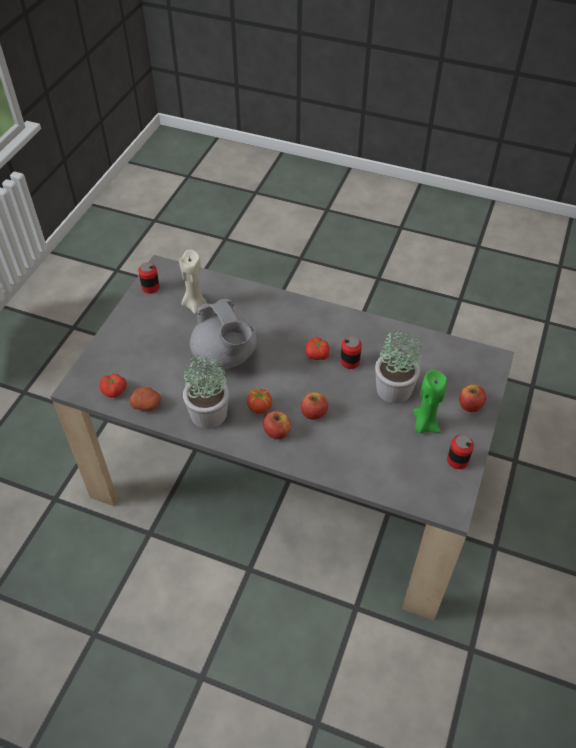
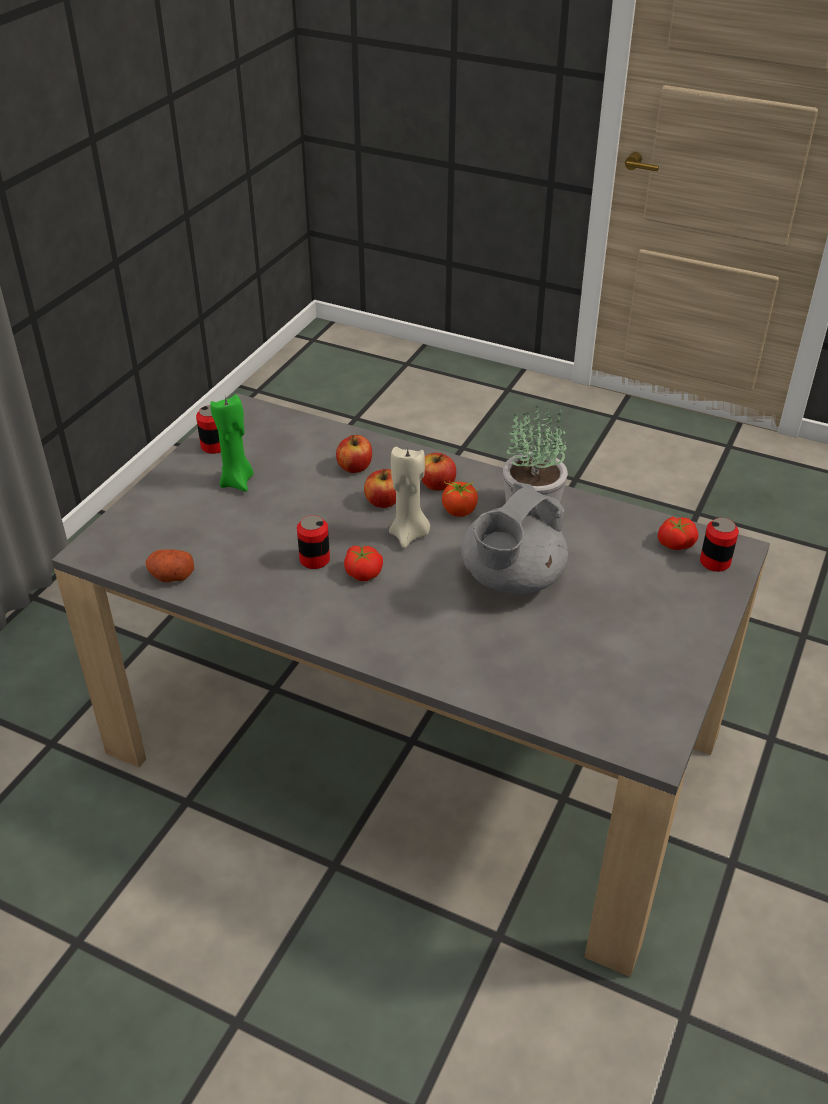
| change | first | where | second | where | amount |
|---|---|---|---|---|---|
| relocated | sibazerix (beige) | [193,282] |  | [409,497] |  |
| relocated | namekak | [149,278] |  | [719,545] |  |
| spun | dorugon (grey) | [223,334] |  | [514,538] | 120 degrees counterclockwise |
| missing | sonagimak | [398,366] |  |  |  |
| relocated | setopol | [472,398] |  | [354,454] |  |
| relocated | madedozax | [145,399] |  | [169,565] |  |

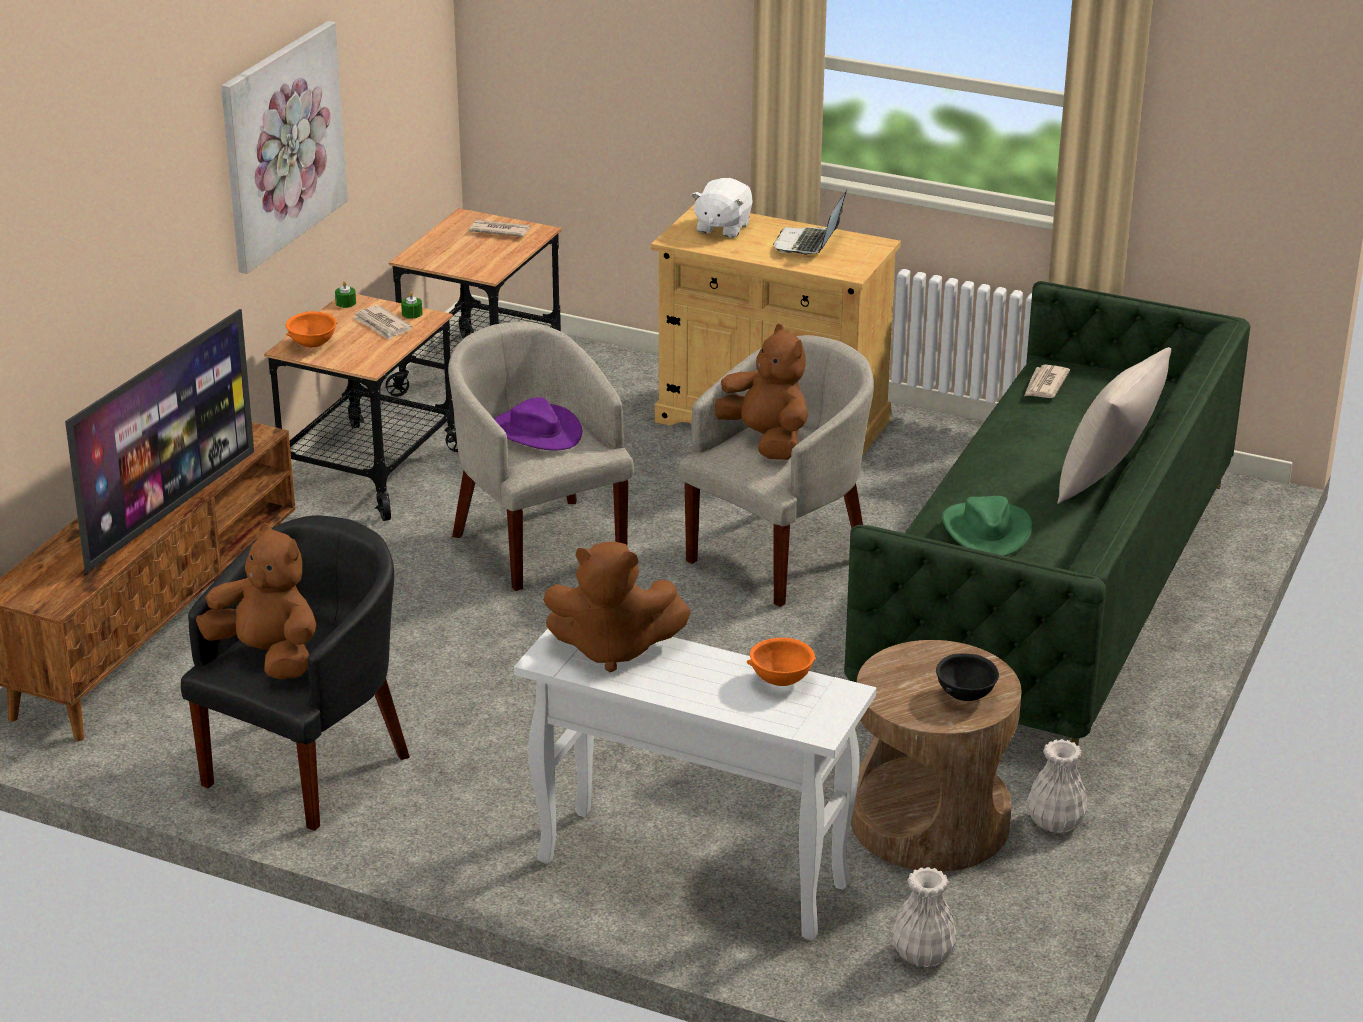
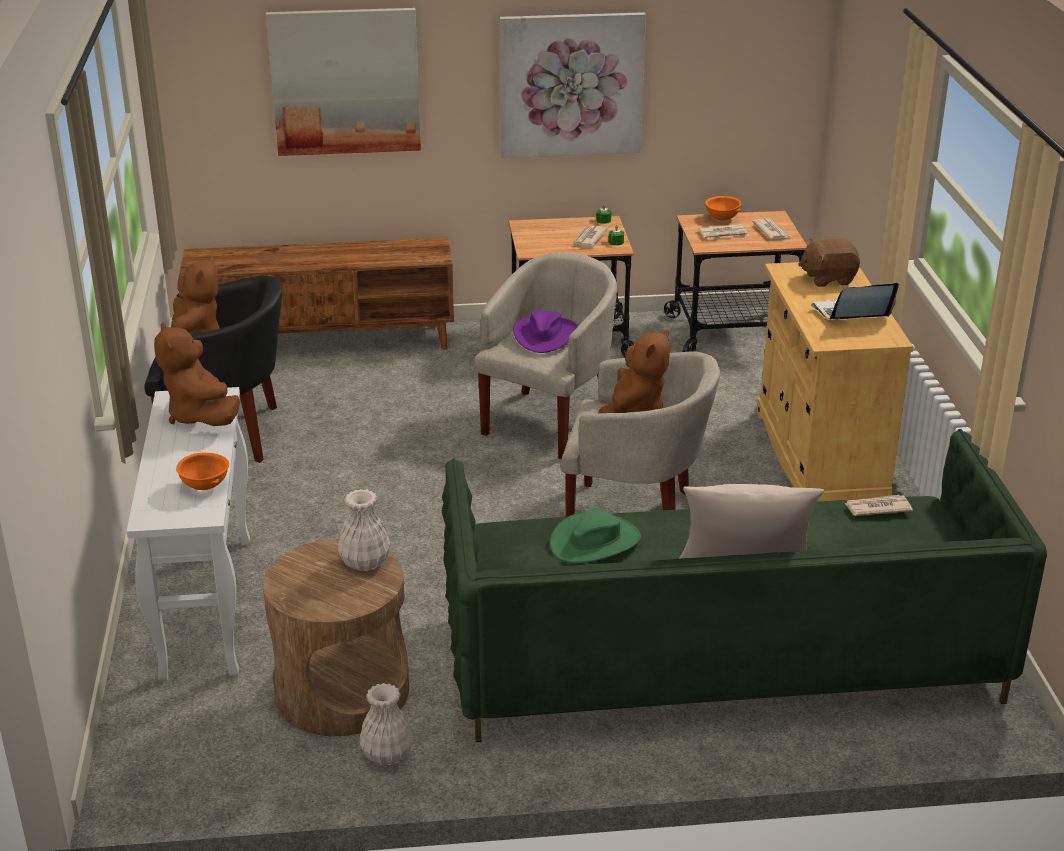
| change | first | where | second | where | amount |
|---|---|---|---|---|---|
| colour | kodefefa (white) | [722,208] | kodefefa (brown) | [829,263] |  |
| missing | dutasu | [159,441] |  |  |  |
| relocated | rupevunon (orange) | [312,329] |  | [723,208] |  |
| missing | rupevunon (black) | [967,677] |  |  |  |
| relocated | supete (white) | [924,917] |  | [364,530] |  |
| appeared |  |  | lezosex | [343,82] |  |
| appeared |  |  | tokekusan | [723,231] |  |

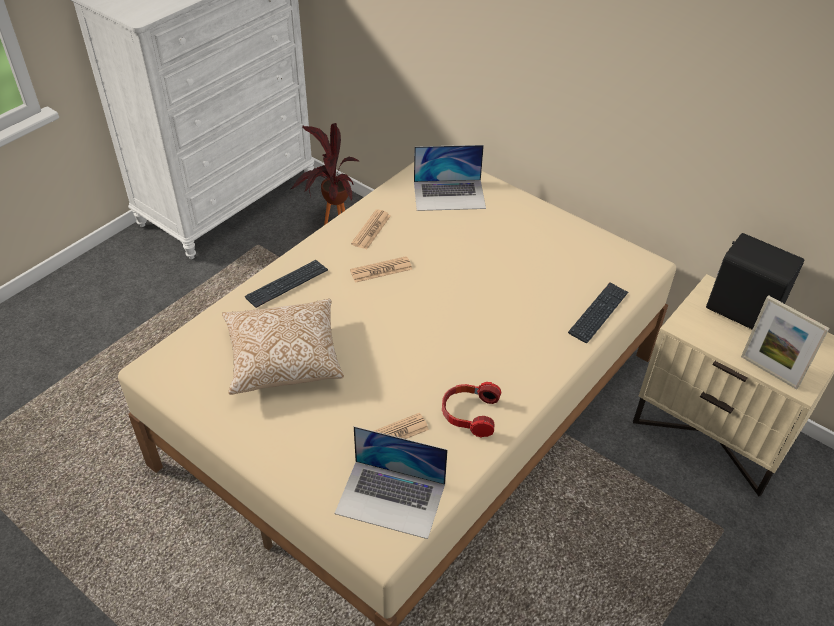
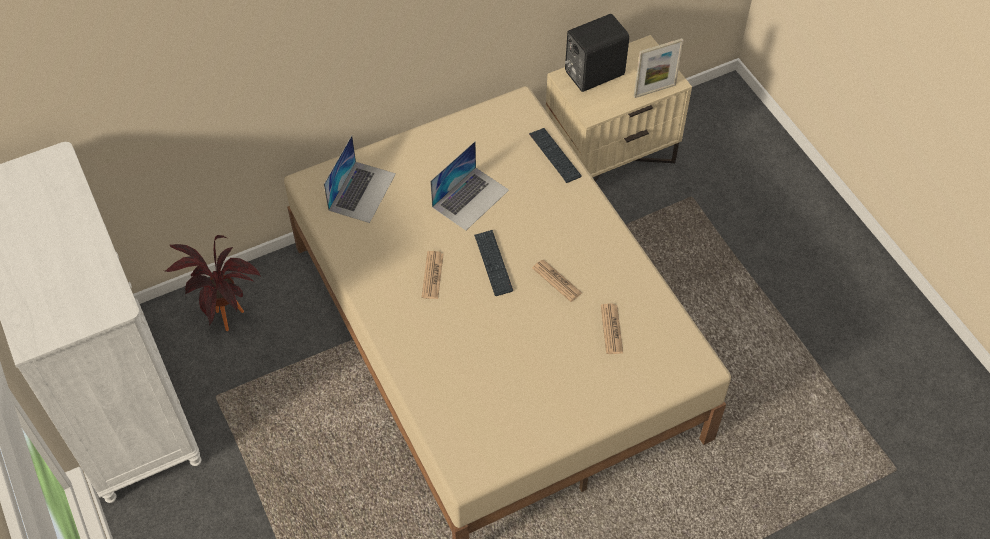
| change | first | where | second | where | amount |
|---|---|---|---|---|---|
| relocated | tokekusan | [371,229] |  | [557,281] |  |
| relocated | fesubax | [286,284] |  | [493,263] |  |
| missing | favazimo | [283,347] |  |  |  |
| missing | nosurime | [471,410] |  |  |  |
| relocated | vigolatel | [391,482] |  | [469,185] |  |

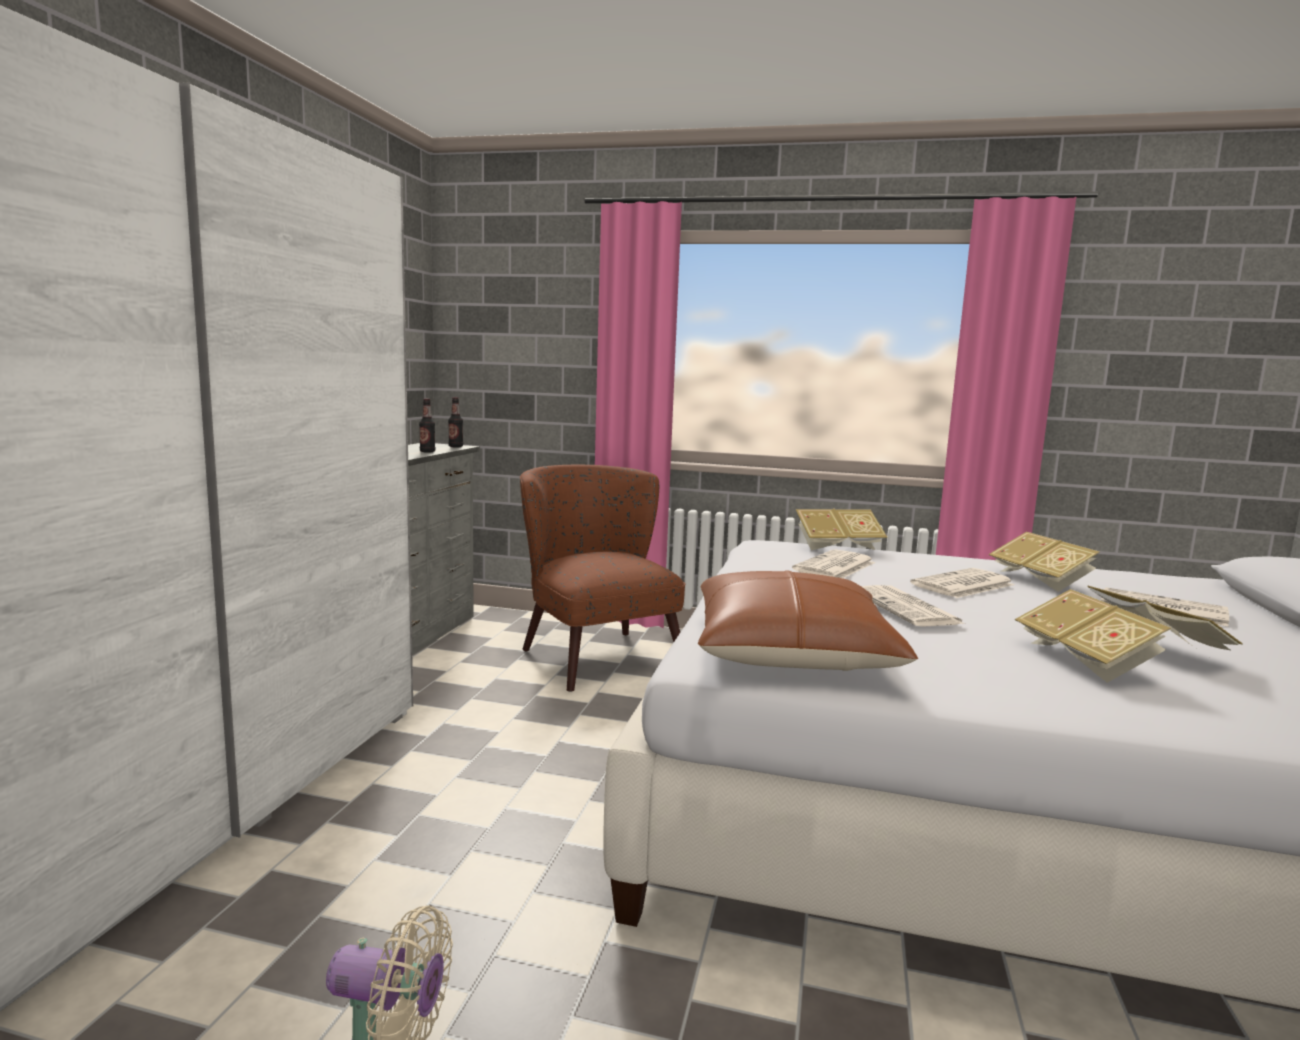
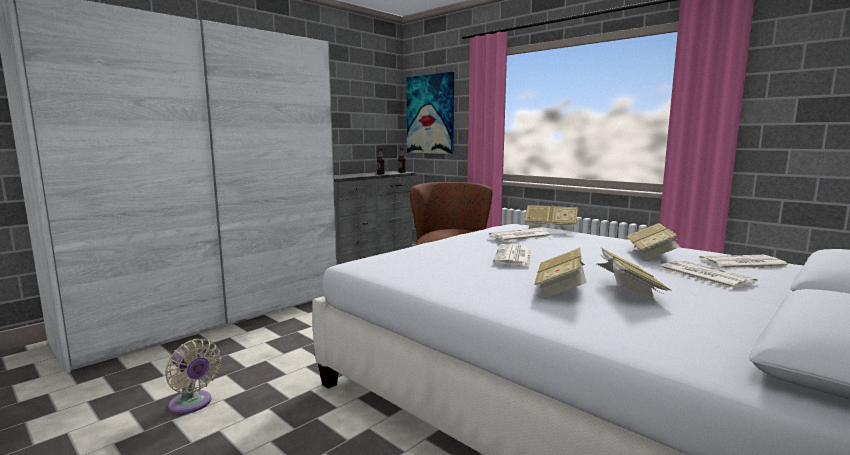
| change | first | where | second | where | amount |
|---|---|---|---|---|---|
| relocated | tokekusan | [962,583] |  | [744,262] |  |
| missing | favazimo (brown) | [808,620] |  |  |  |
| appeared |  |  | lezosex | [430,113] |  |

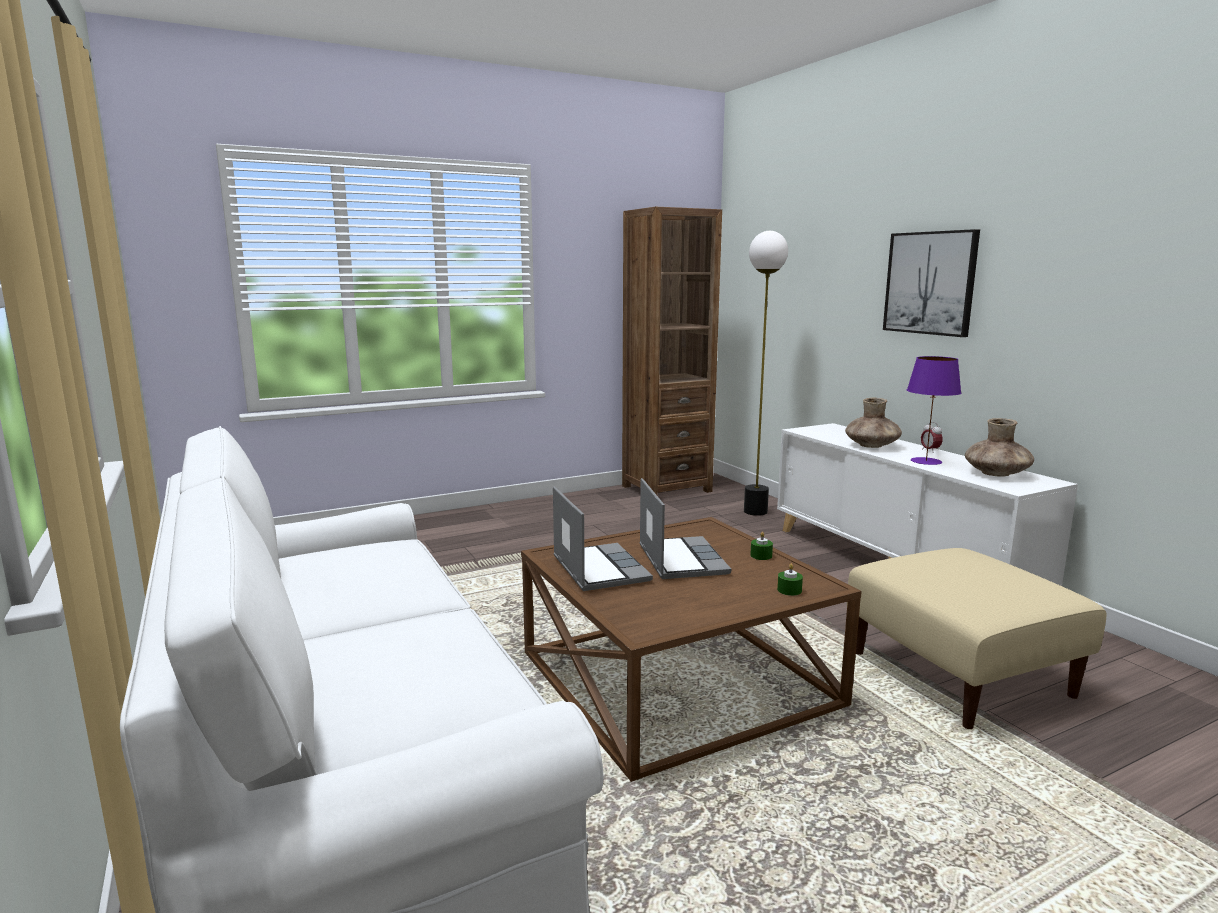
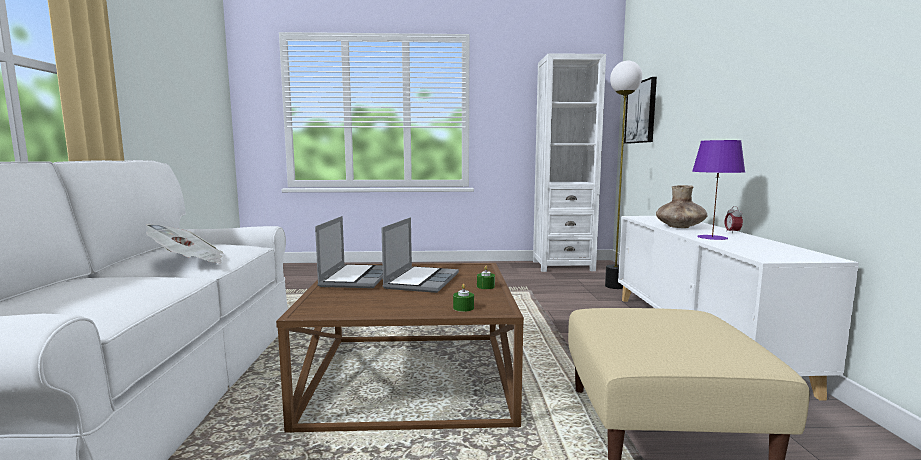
| change | first | where | second | where | amount |
|---|---|---|---|---|---|
| colour | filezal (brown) | [672,351] | filezal (white) | [569,162] |  |
| relocated | lezosex | [931,283] |  | [640,110] |  |
| missing | supete (brown) | [999,447] |  |  |  |
| appeared |  |  | tokekusan | [184,243] |  |

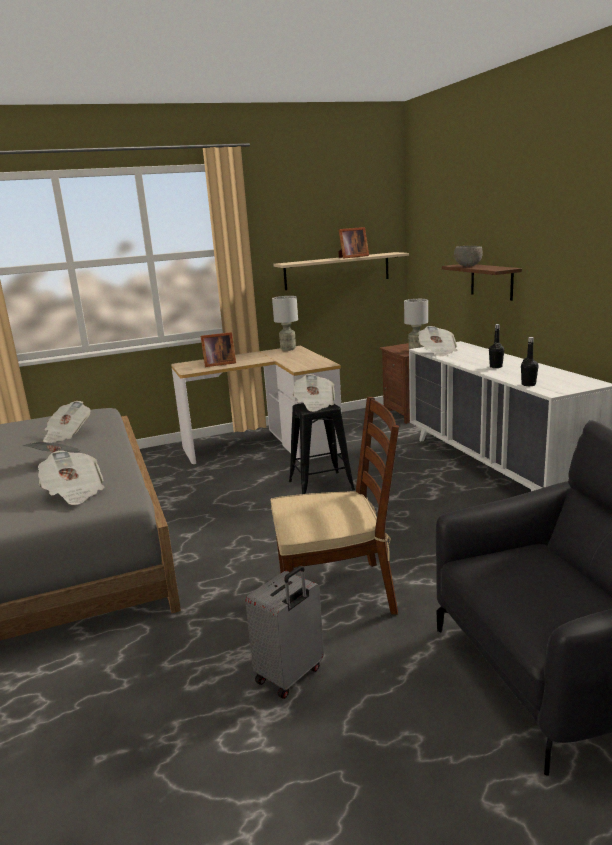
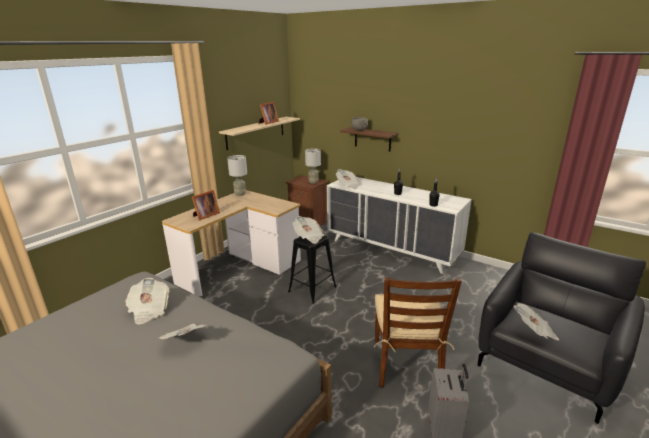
| change | first | where | second | where | amount |
|---|---|---|---|---|---|
| spun | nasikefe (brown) | [334,506] |  | [418,332] | 135 degrees clockwise |
| relocated | tokekusan | [71,477] |  | [536,322] |  |

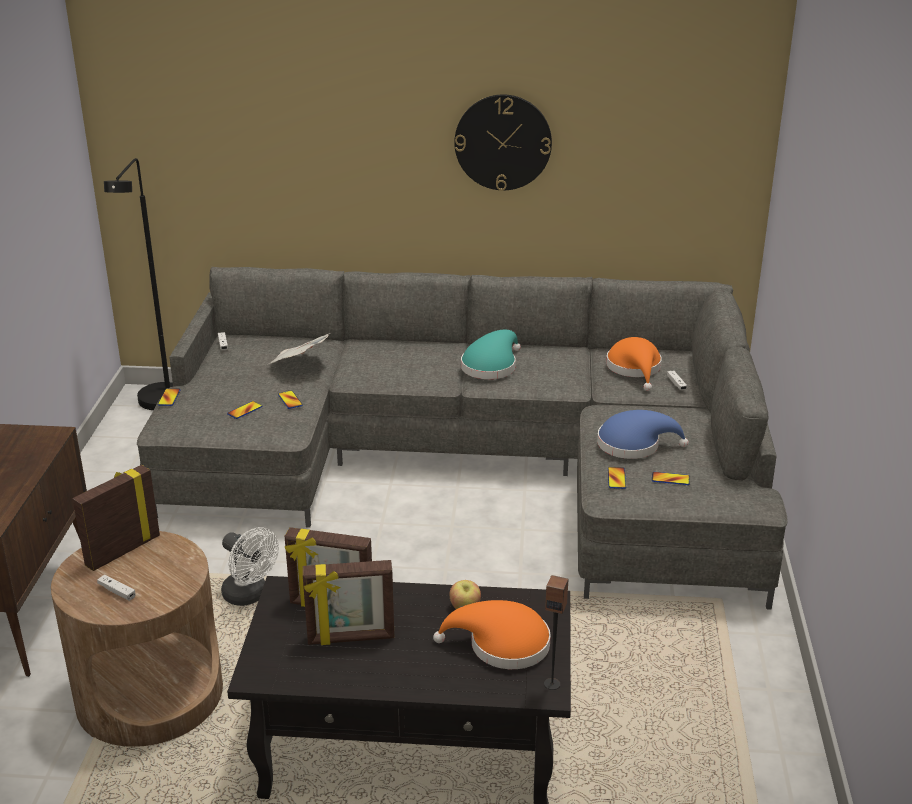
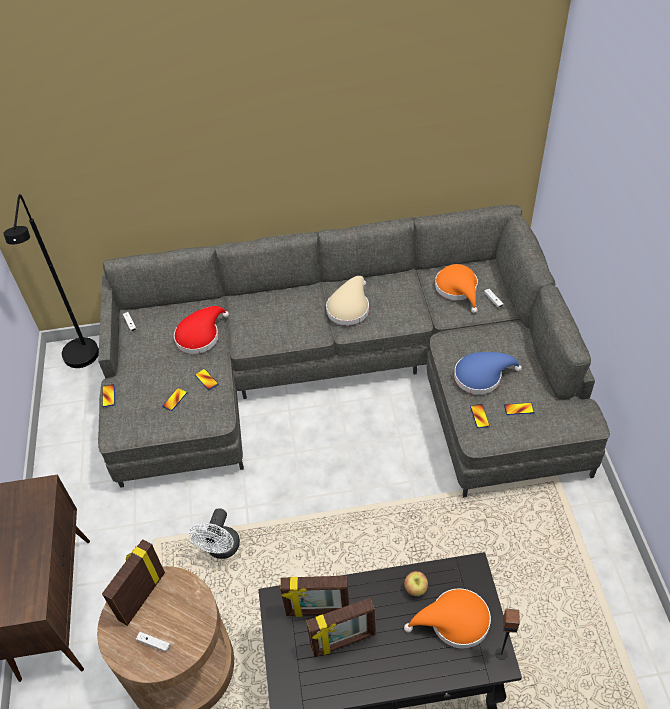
| change | first | where | second | where | amount |
|---|---|---|---|---|---|
| missing | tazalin | [503,142] |  |  |  |
| colour | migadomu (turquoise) | [491,354] | migadomu (beige) | [347,301] |  |
| exchanged | tokekusan | [299,348] | migadomu (red) | [201,330] |  |
| spun | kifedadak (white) | [250,566] |  | [214,533] | 75 degrees clockwise |

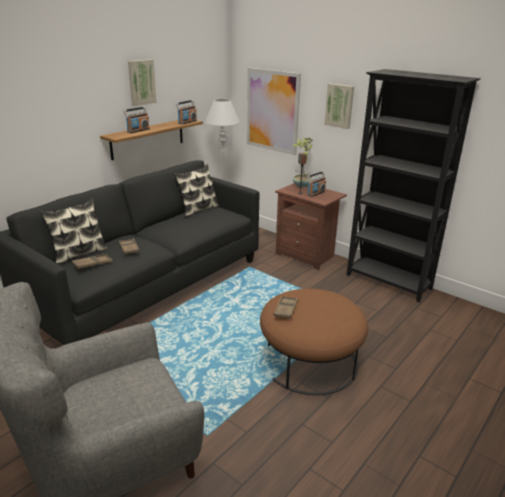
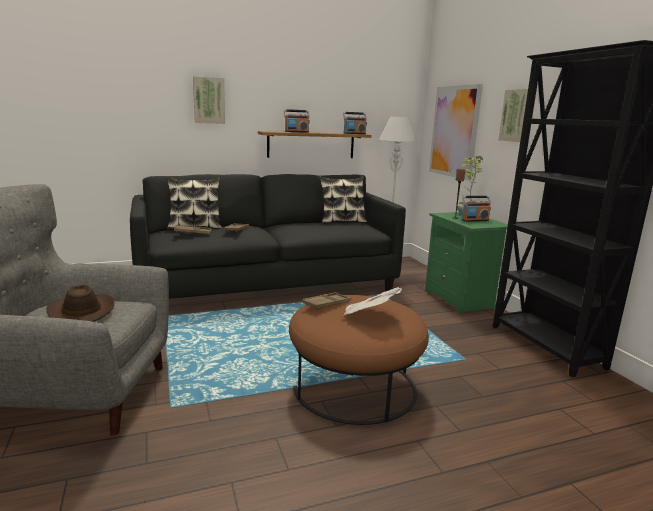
| change | first | where | second | where | amount |
|---|---|---|---|---|---|
| relocated | lezosex | [142,82] |  | [209,100] |  |
| colour | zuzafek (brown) | [311,226] | zuzafek (green) | [466,263] |  |
| appeared |  |  | migadomu (brown) | [80,303] |  |
| appeared |  |  | tokekusan | [372,301] |  |

